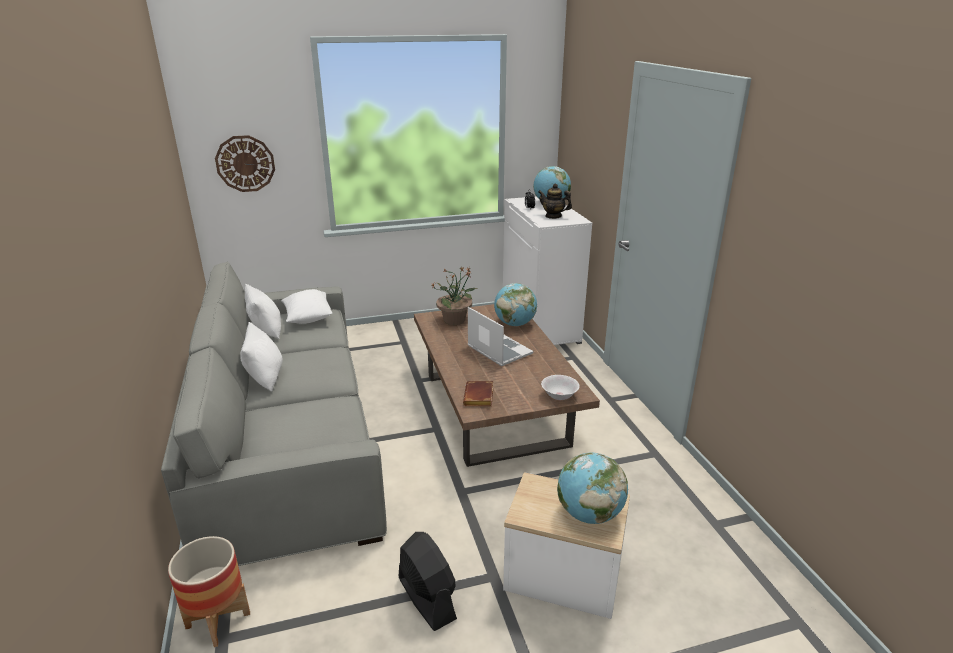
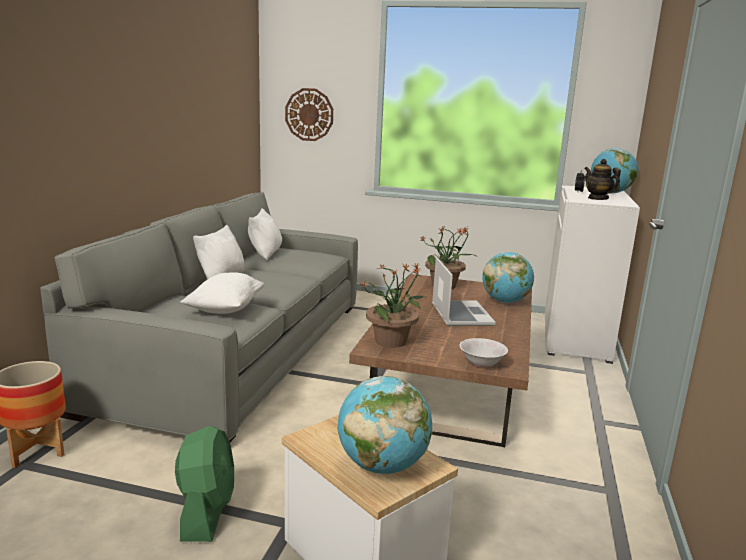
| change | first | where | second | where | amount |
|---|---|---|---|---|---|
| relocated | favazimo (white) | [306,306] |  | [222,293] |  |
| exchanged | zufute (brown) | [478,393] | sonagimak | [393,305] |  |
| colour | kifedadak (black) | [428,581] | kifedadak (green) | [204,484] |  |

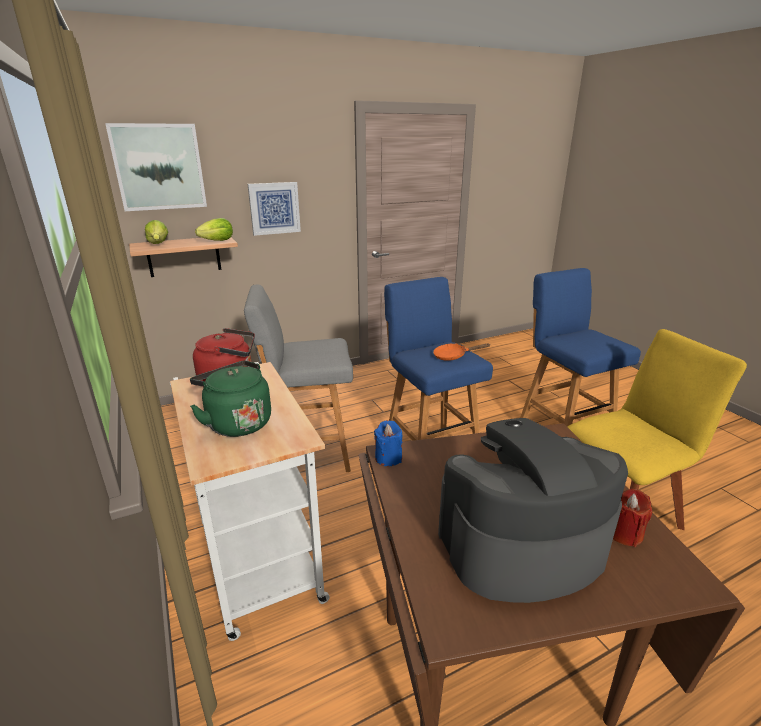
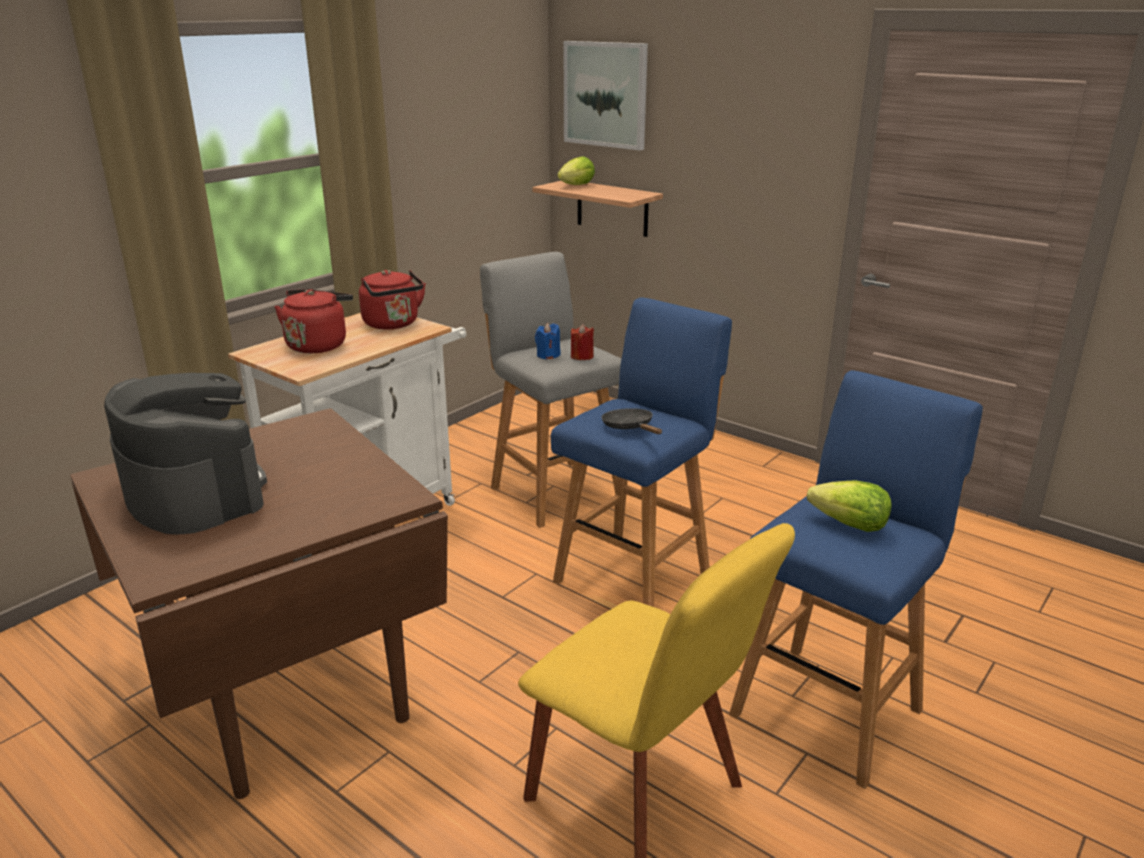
| change | first | where | second | where | amount |
|---|---|---|---|---|---|
| missing | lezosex | [274,209] |  |  |  |
| relocated | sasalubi | [214,229] |  | [849,506] |  |
| colour | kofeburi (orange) | [462,352] | kofeburi (black) | [631,421] |  |
| colour | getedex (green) | [230,399] | getedex (red) | [313,321] |  |
| relocated | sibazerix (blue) | [388,443] |  | [548,341] |  |
| relocated | sibazerix (red) | [632,518] |  | [582,342] |  |

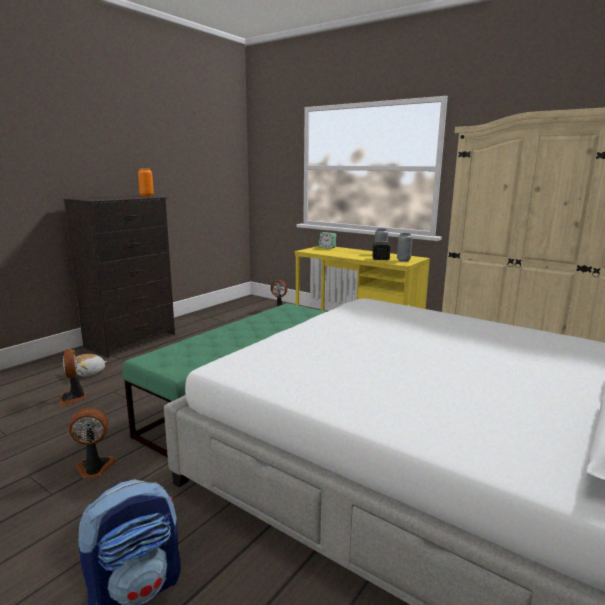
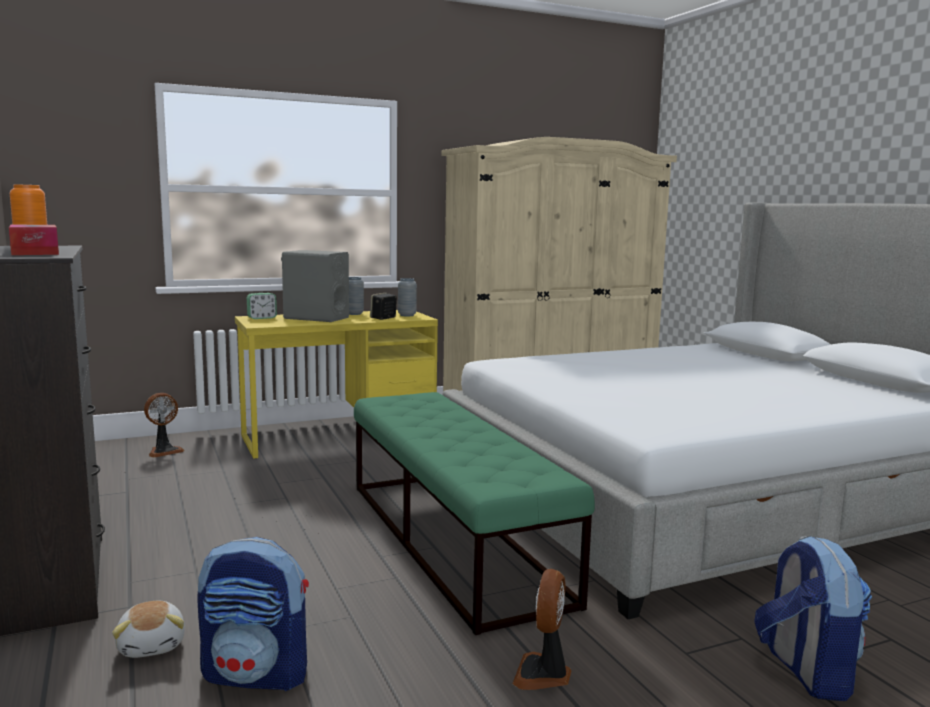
| change | first | where | second | where | amount |
|---|---|---|---|---|---|
| exchanged | kifedadak | [73,377] | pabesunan | [253,614] |  |
| appeared |  |  | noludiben | [34,240] |  |
| appeared |  |  | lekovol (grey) | [315,286] |  |

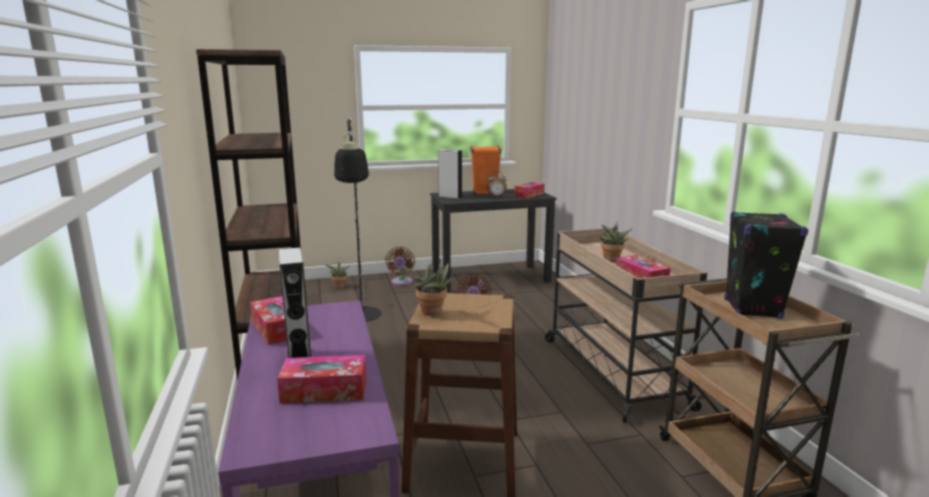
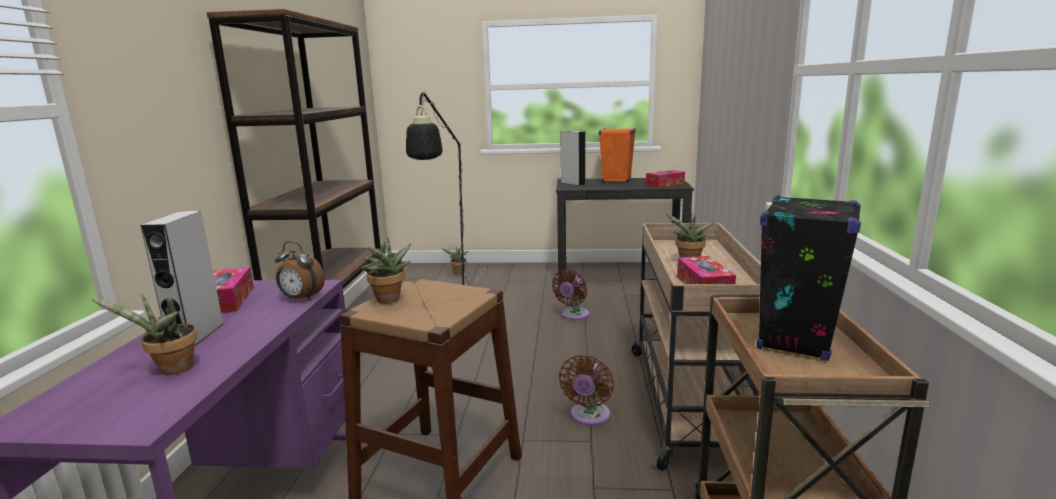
| change | first | where | second | where | amount |
|---|---|---|---|---|---|
| relocated | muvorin | [497,184] |  | [300,271] |  |
| relocated | kifedadak (brown) | [400,266] |  | [586,390] |  |
| exchanged | noludiben | [321,379] | sonagimak | [144,334] |  |

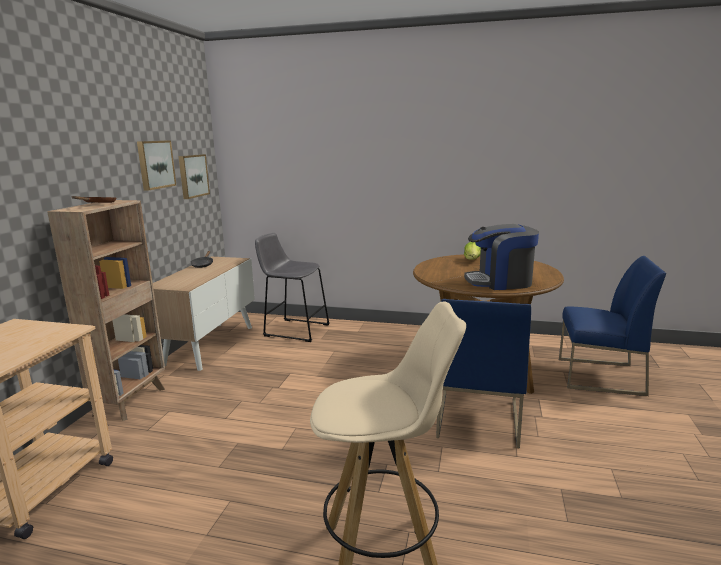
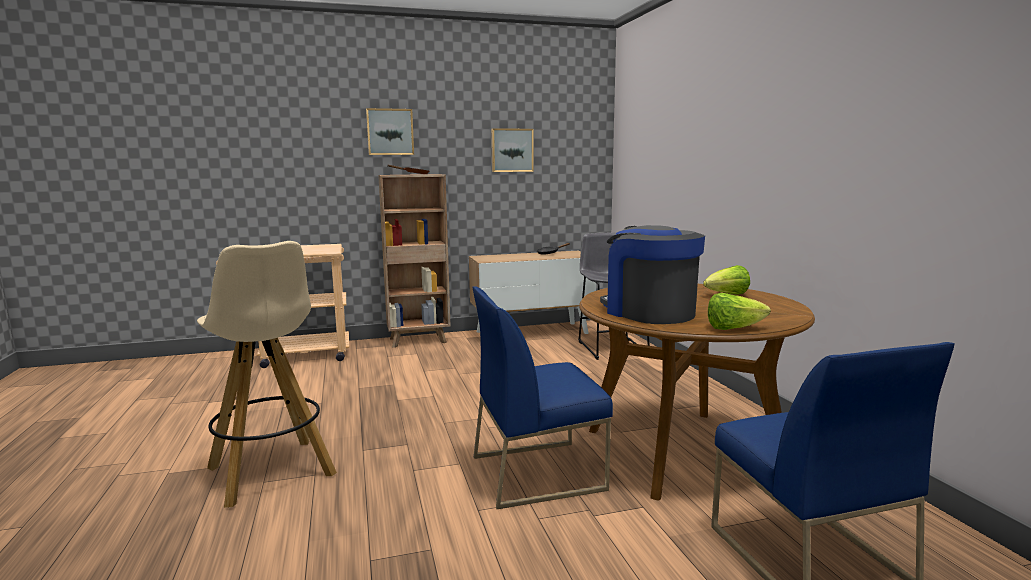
| change | first | where | second | where | amount |
|---|---|---|---|---|---|
| relocated | lezosex | [194,176] |  | [390,131] |  |
| appeared |  |  | sasalubi | [739,311] |  |

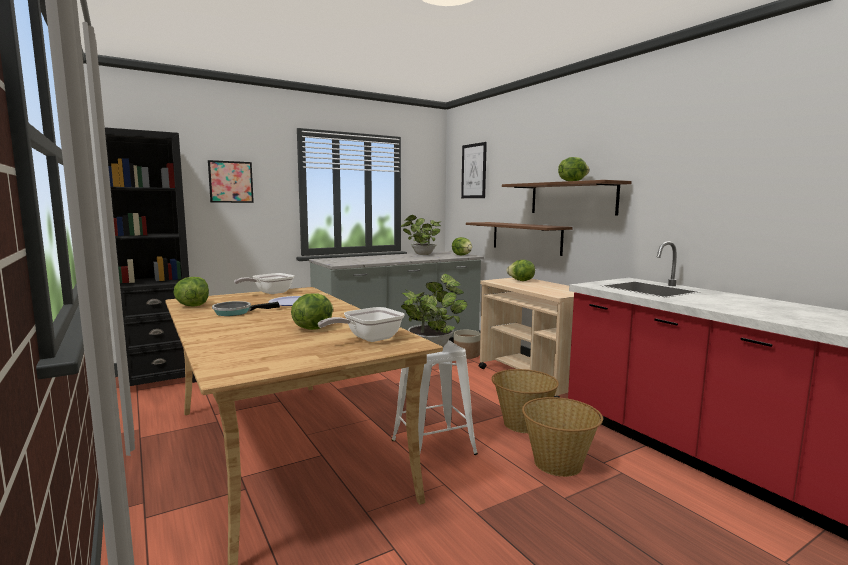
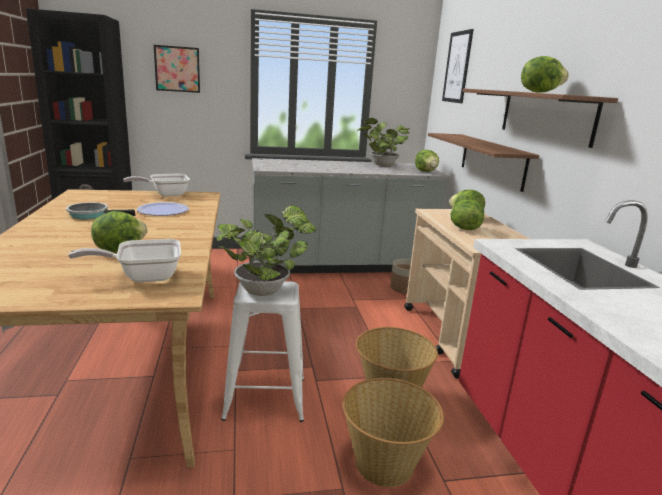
| change | first | where | second | where | amount |
|---|---|---|---|---|---|
| relocated | sasalubi | [191,292] |  | [467,215] |  |

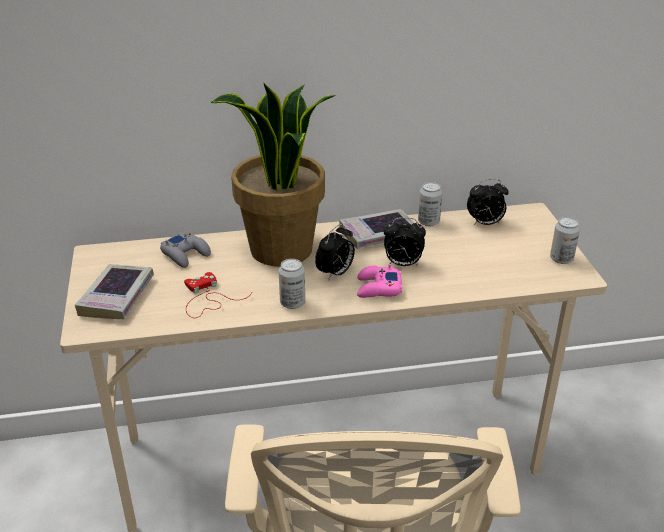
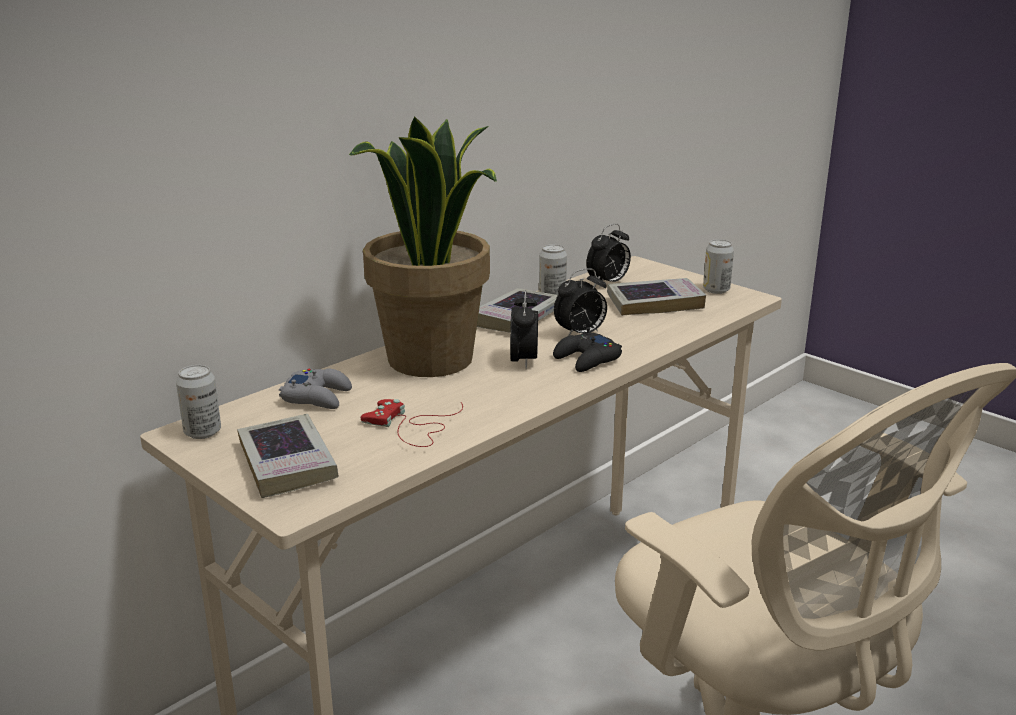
| change | first | where | second | where | amount |
|---|---|---|---|---|---|
| relocated | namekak | [292,284] |  | [198,402] |  |
| colour | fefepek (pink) | [379,281] | fefepek (black) | [587,349] |  |
| appeared |  |  | zufute | [656,297] |  |

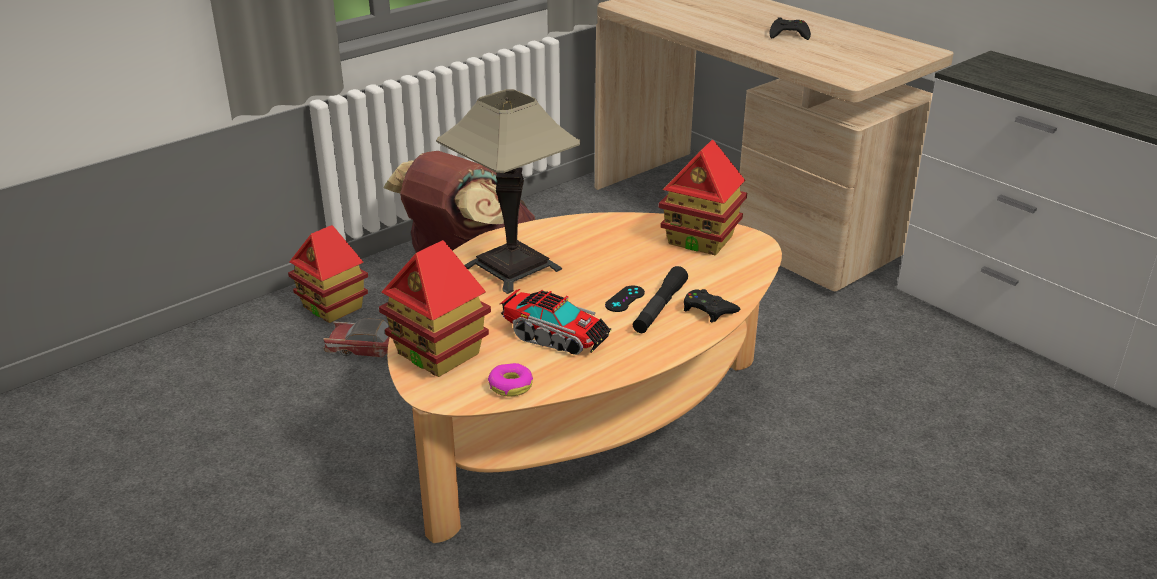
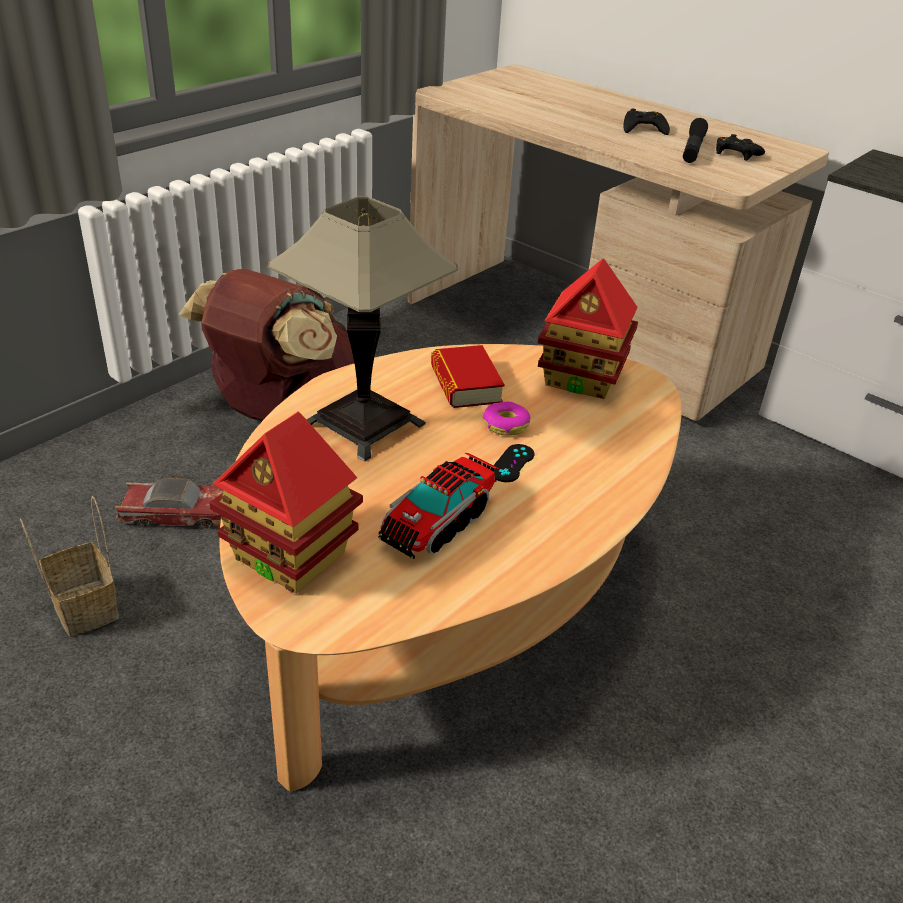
| change | first | where | second | where | amount |
|---|---|---|---|---|---|
| missing | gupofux | [328,274] |  |  |  |
| relocated | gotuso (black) | [660,299] |  | [695,140] |  |
| spun | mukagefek | [555,322] |  | [439,506] | 105 degrees clockwise |
| relocated | fefepek (black) | [712,305] |  | [740,147] |  |
| relocated | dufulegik | [510,379] |  | [506,419] |  |
| appeared |  |  | zufute | [468,376] |  |
| appeared |  |  | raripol | [69,566] |  |

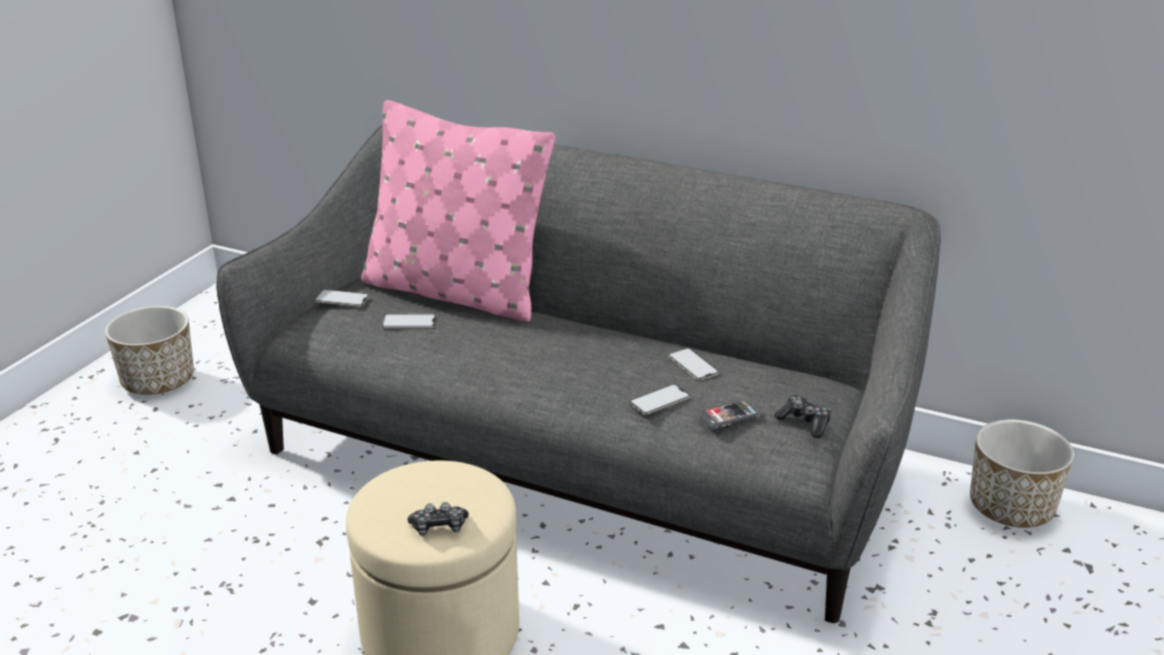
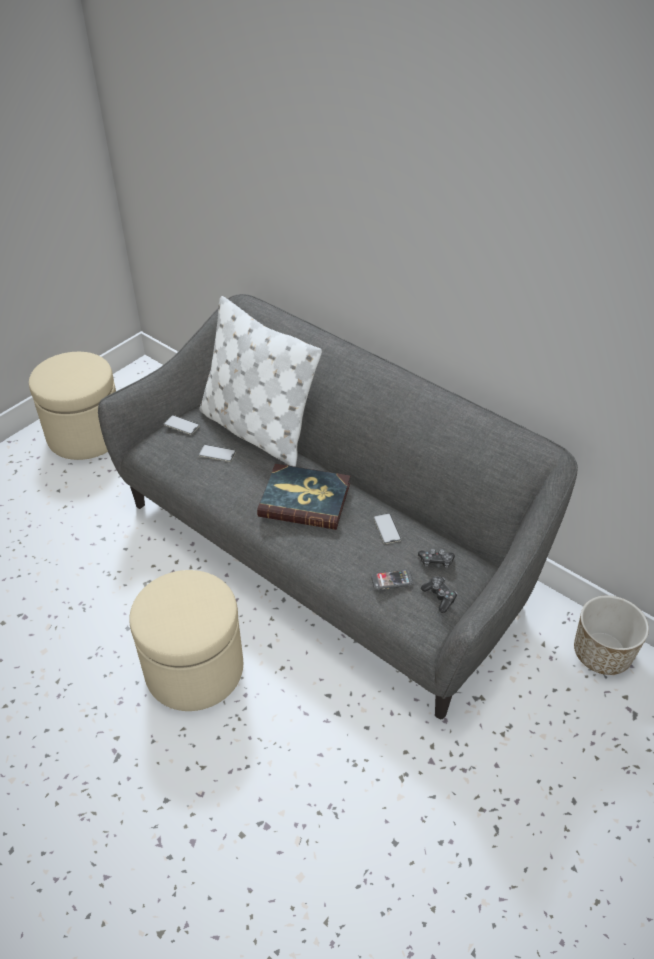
| change | first | where | second | where | amount |
|---|---|---|---|---|---|
| colour | favazimo (pink) | [458,211] | favazimo (white) | [260,381] |  |
| exchanged | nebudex | [149,350] | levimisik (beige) | [72,406] |  |
| missing | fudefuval | [660,399] |  |  |  |
| relocated | fefepek | [438,519] |  | [436,558] |  |
| appeared |  |  | zufute | [303,497] |  |

